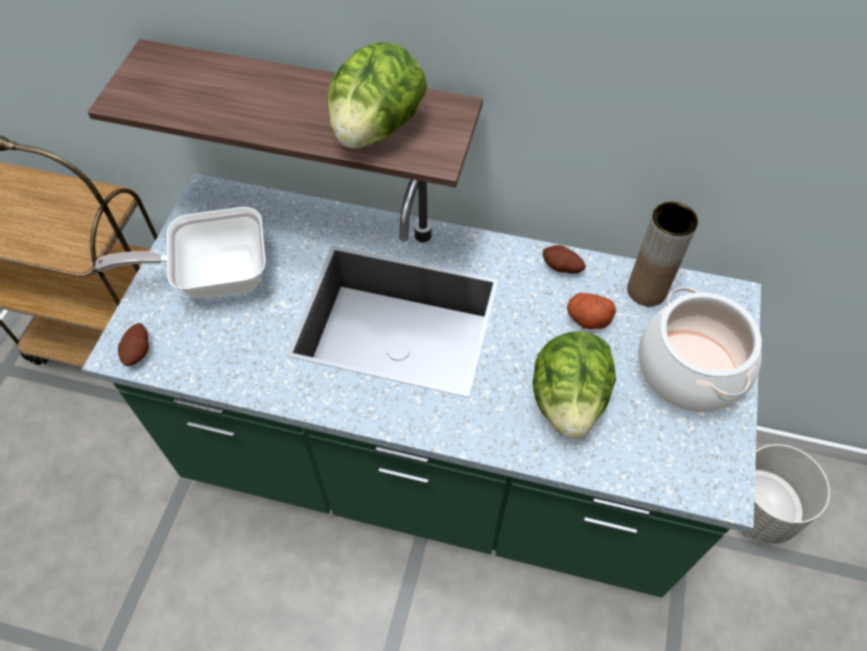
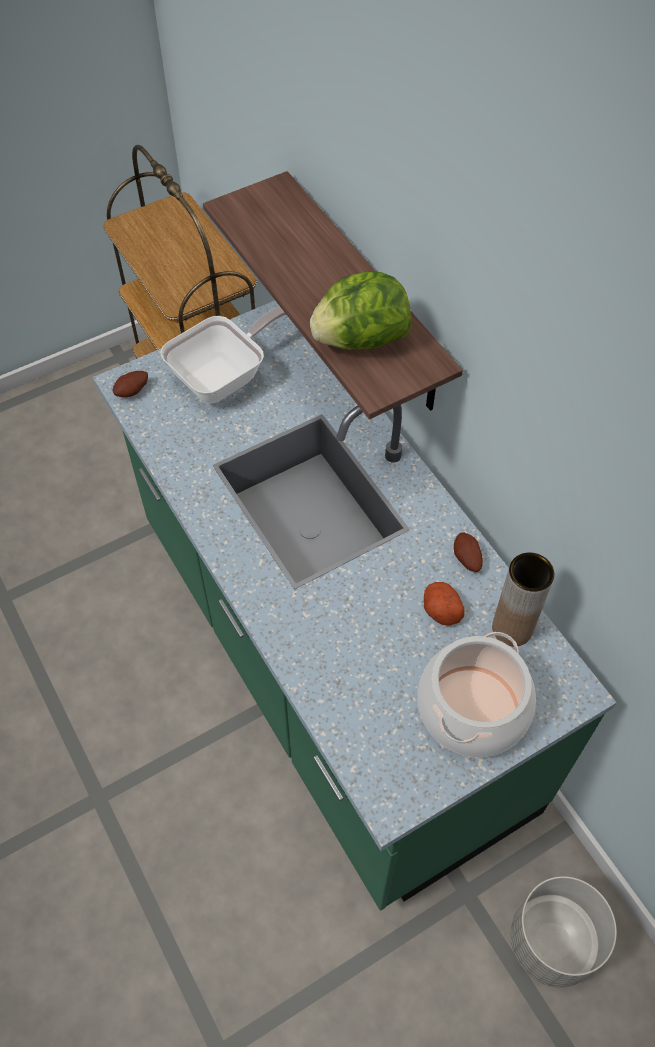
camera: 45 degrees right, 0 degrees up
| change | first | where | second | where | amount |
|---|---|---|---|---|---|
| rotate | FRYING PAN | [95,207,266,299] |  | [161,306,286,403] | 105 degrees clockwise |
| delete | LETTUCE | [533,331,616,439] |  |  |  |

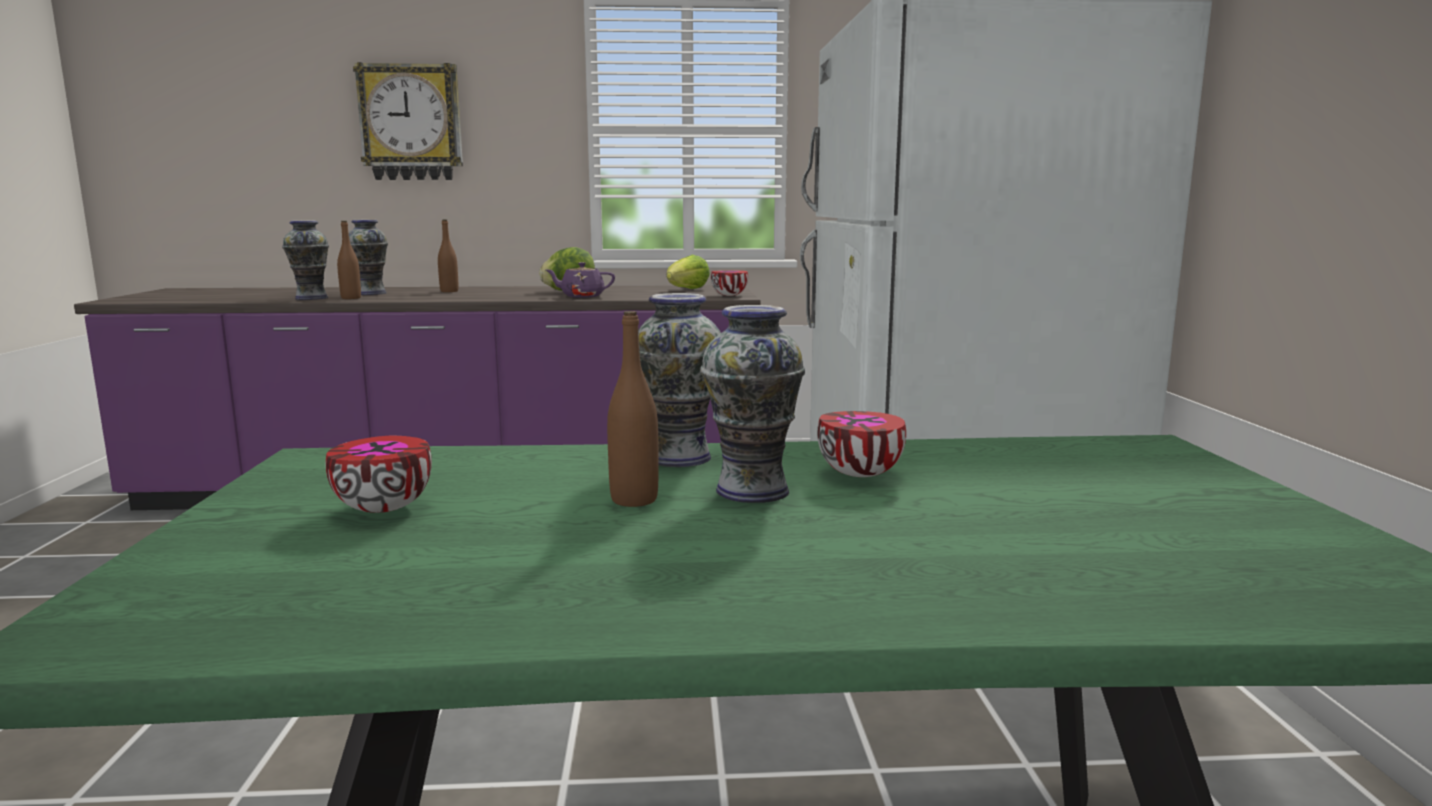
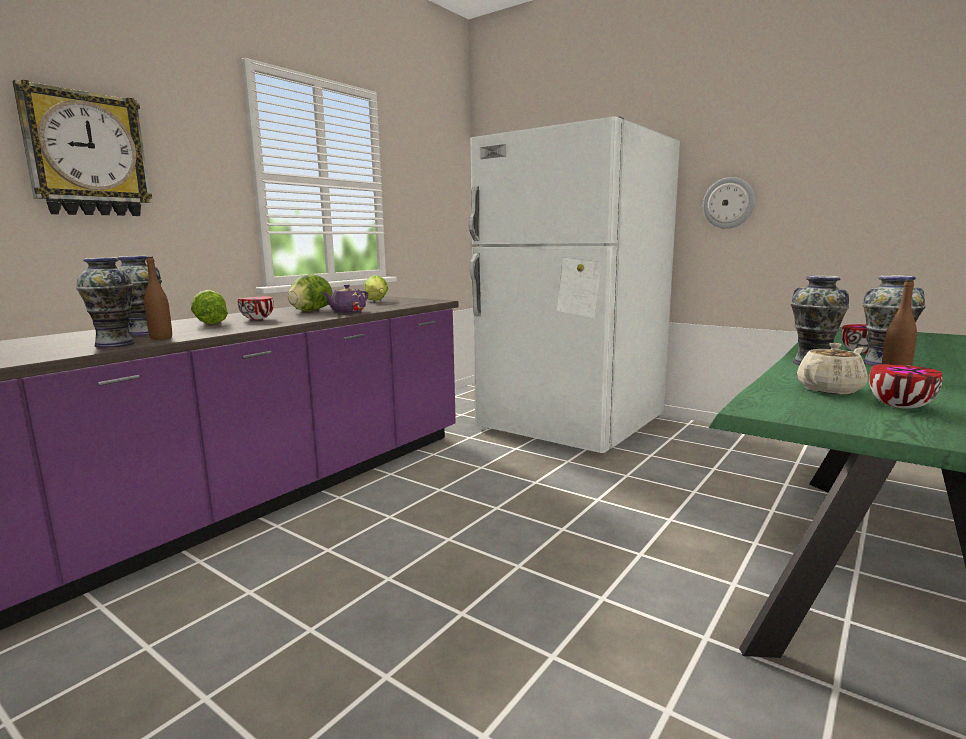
camera: 50 degrees left, 0 degrees up
| change | first | where | second | where | amount |
|---|---|---|---|---|---|
| replace | BROWN BOTTLE | [438,219,459,292] | LETTUCE | [191,290,228,324] |  |
| move | BOWL | [711,271,748,296] |  | [238,296,274,320] |  |
| insert |  |  | WALL CLOCK | [703,177,755,229] |  |
| insert |  |  | BEIGE TEAPOT | [797,343,868,394] |  |

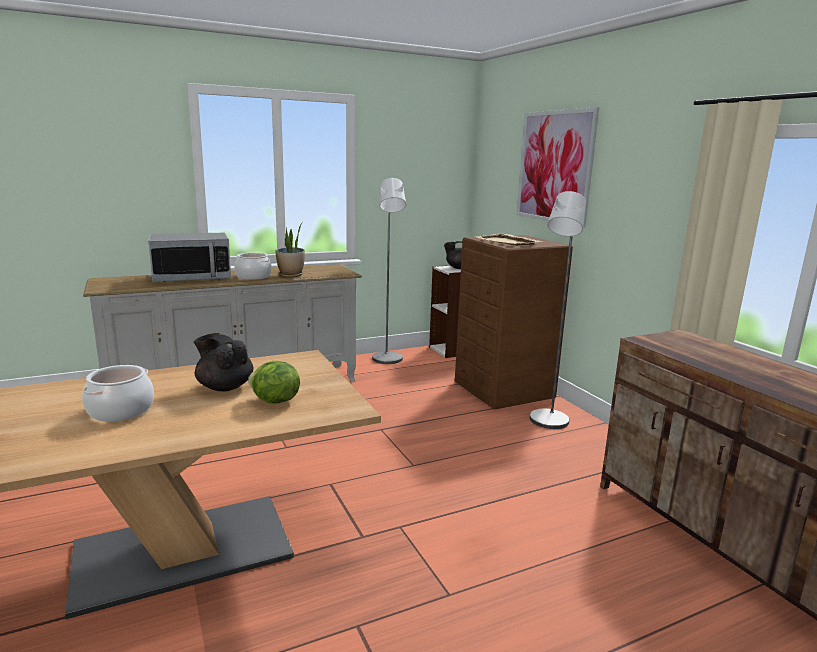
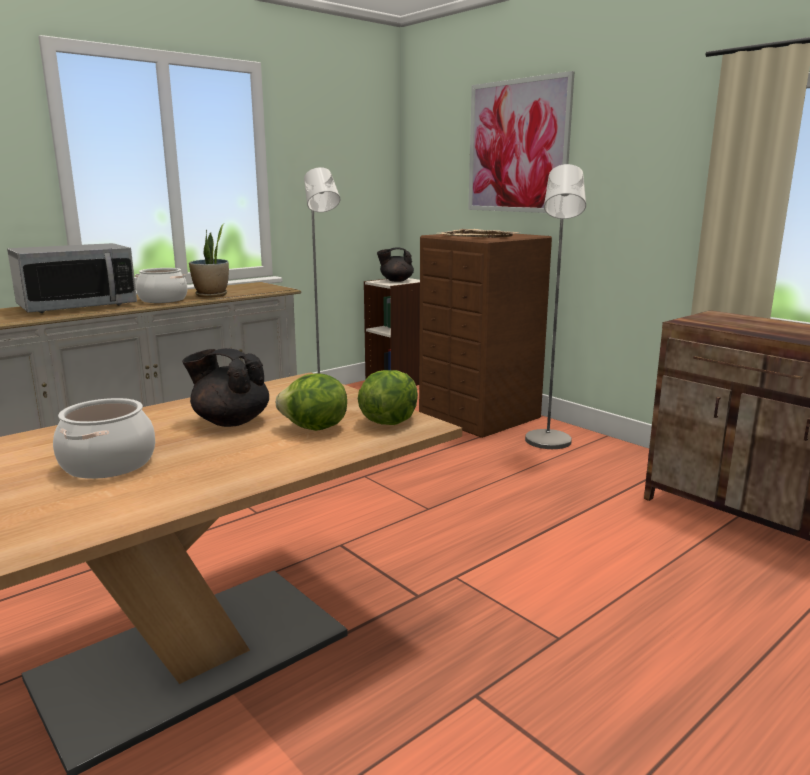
camera: 15 degrees left, 0 degrees up
| change | first | where | second | where | amount |
|---|---|---|---|---|---|
| insert |  |  | LETTUCE | [358,370,418,425] |  |

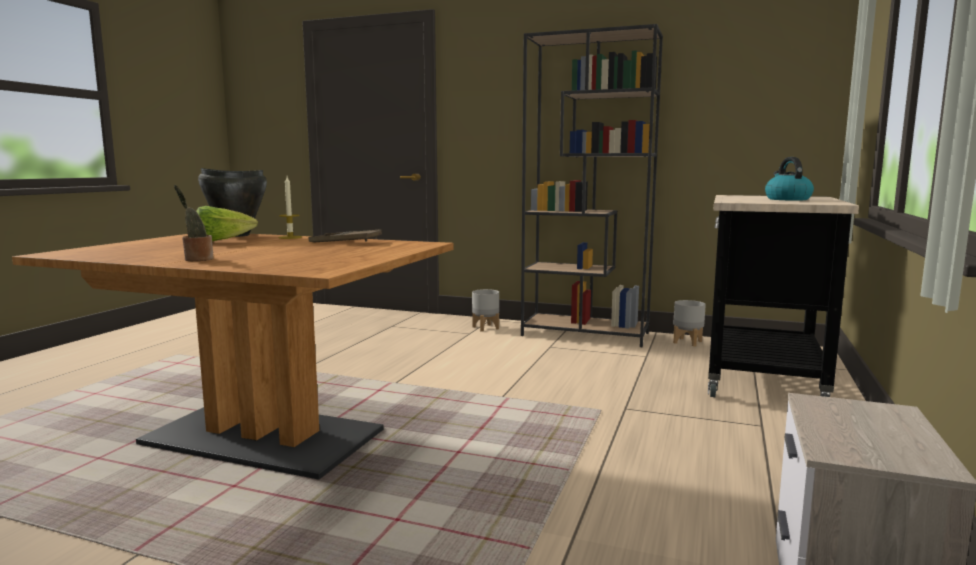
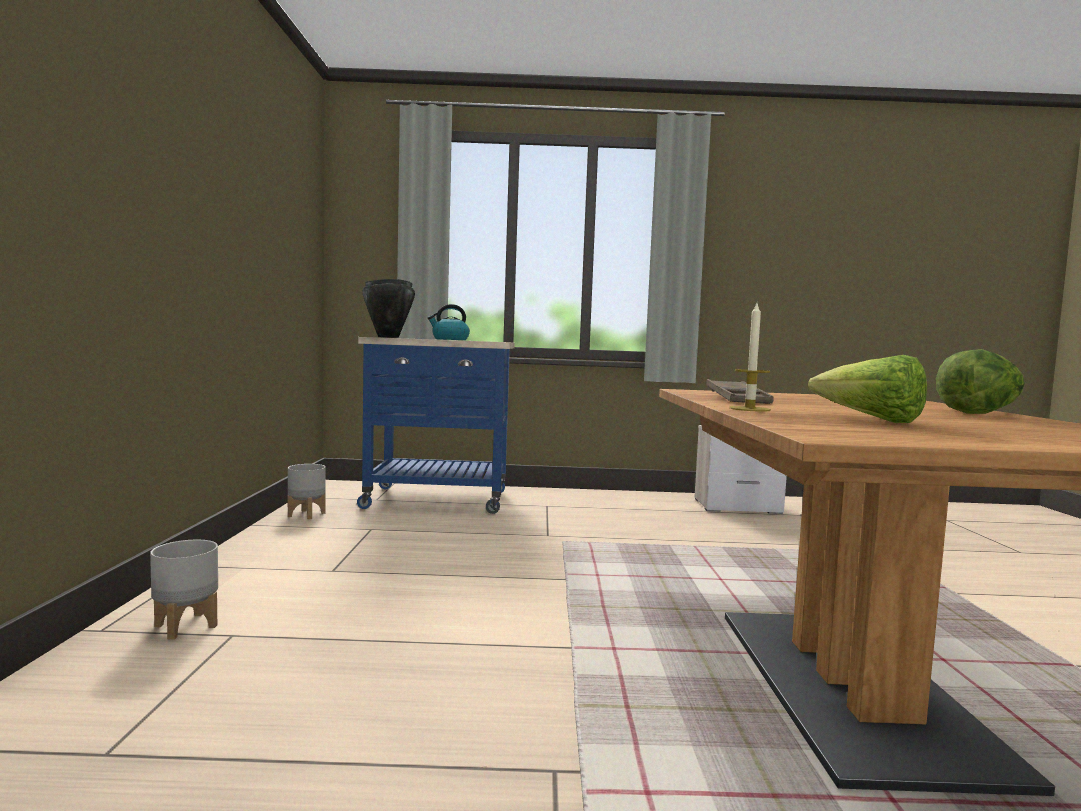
camera: 110 degrees left, 5 degrees down
| change | first | where | second | where | amount |
|---|---|---|---|---|---|
| replace | POTTED PLANT | [174,185,213,261] | LETTUCE | [936,349,1025,414] |  |
| move | BLACK COOKING POT | [198,168,267,237] |  | [363,279,415,338] |  |
| delete | BOOKCASE | [521,24,663,347] |  |  |  |
| recolor | BLACK CART | [708,195,859,397] | BLUE CART | [357,337,515,514] |  |

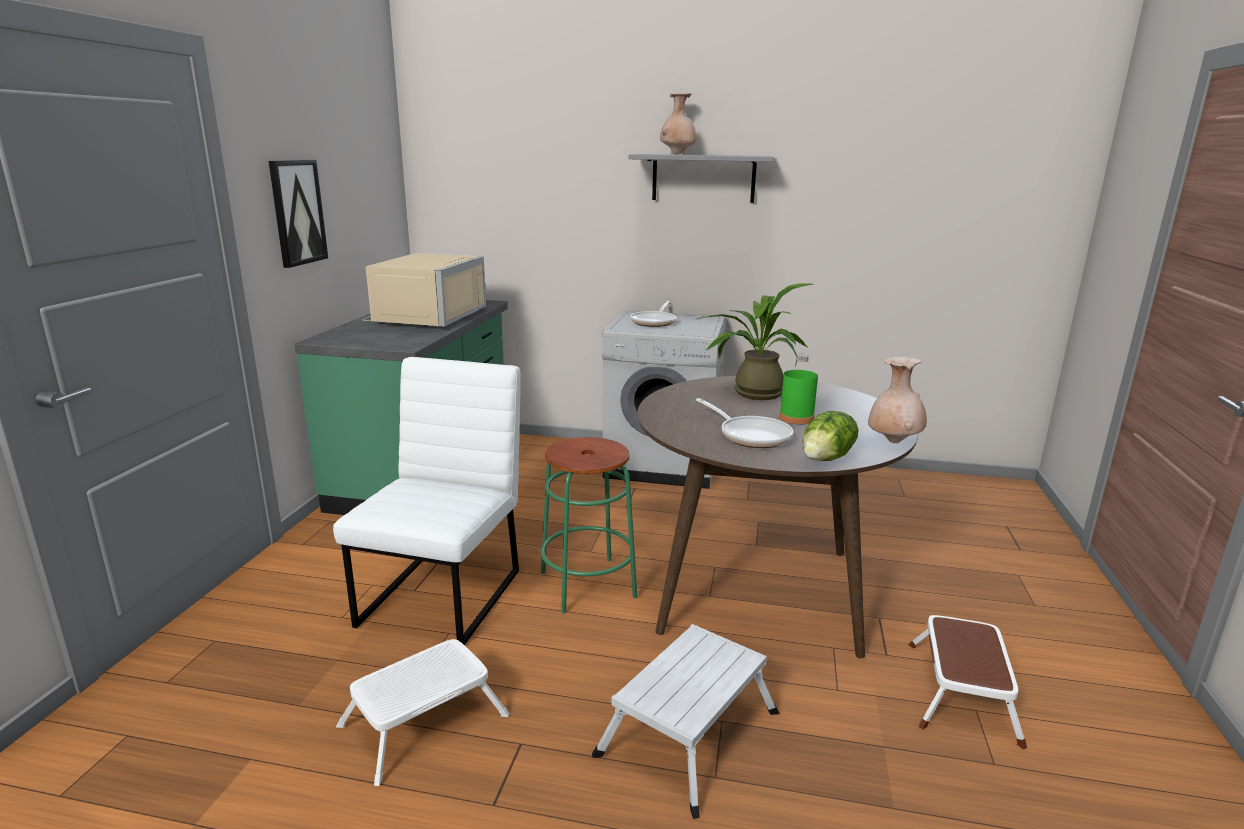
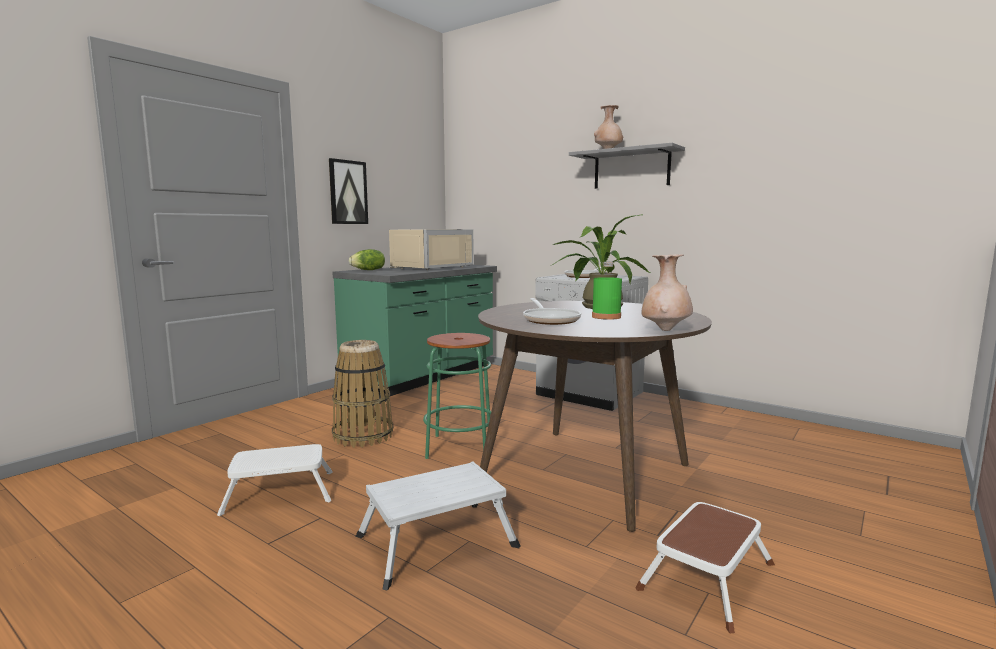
camera: 25 degrees right, 10 degrees down
| change | first | where | second | where | amount |
|---|---|---|---|---|---|
| replace | WHITE CHAIR | [333,357,521,645] | BASKET | [332,340,393,447] |  |
| move | LETTUCE | [803,411,859,461] |  | [349,249,385,270] |  |

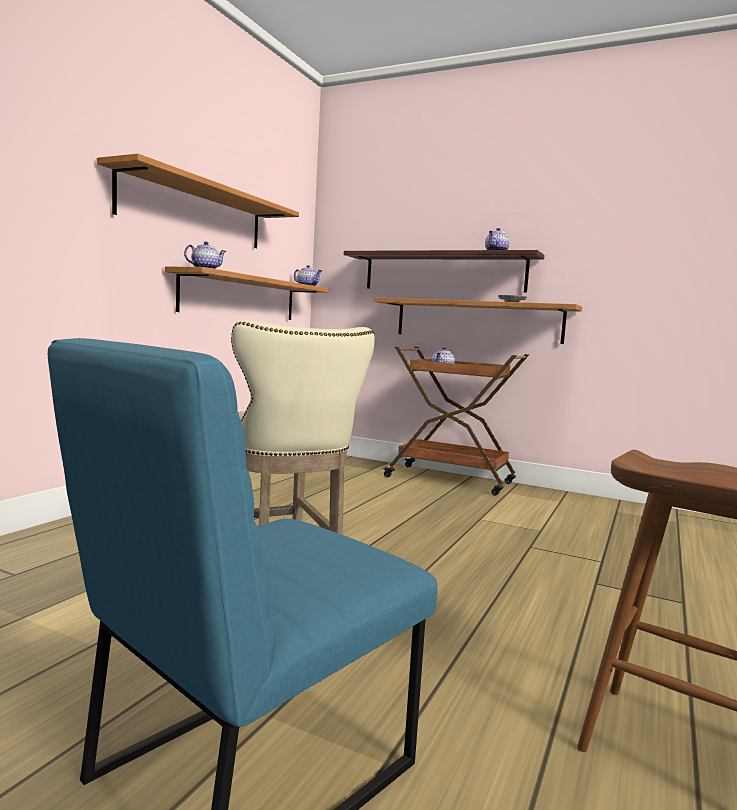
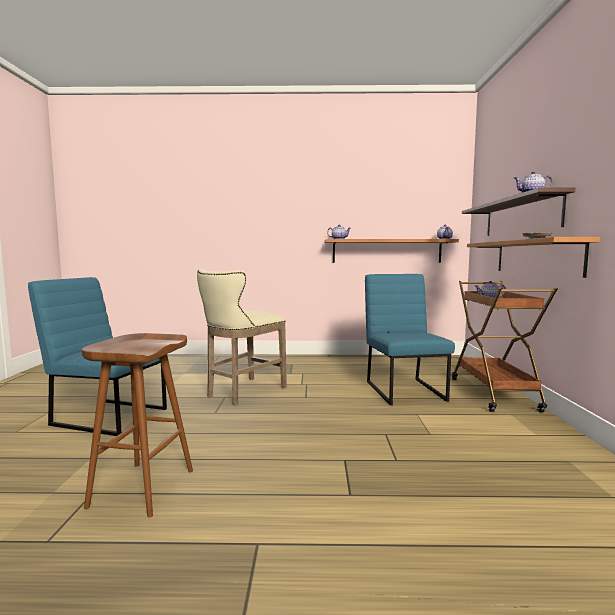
camera: 65 degrees right, 0 degrees up
| change | first | where | second | where | amount |
|---|---|---|---|---|---|
| delete | SHELF | [97,154,299,248] |  |  |  |
| insert |  |  | BLUE CHAIR | [365,274,455,405] |  |

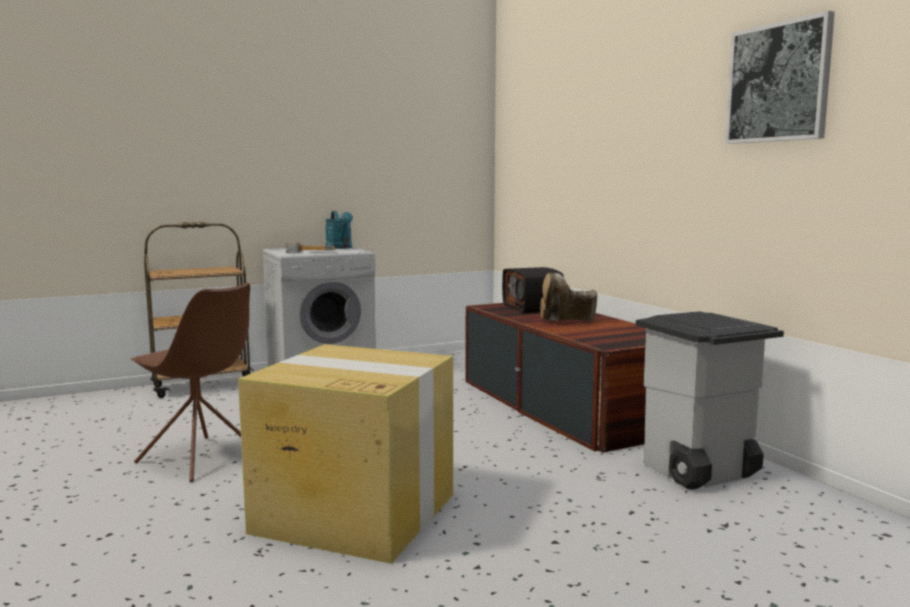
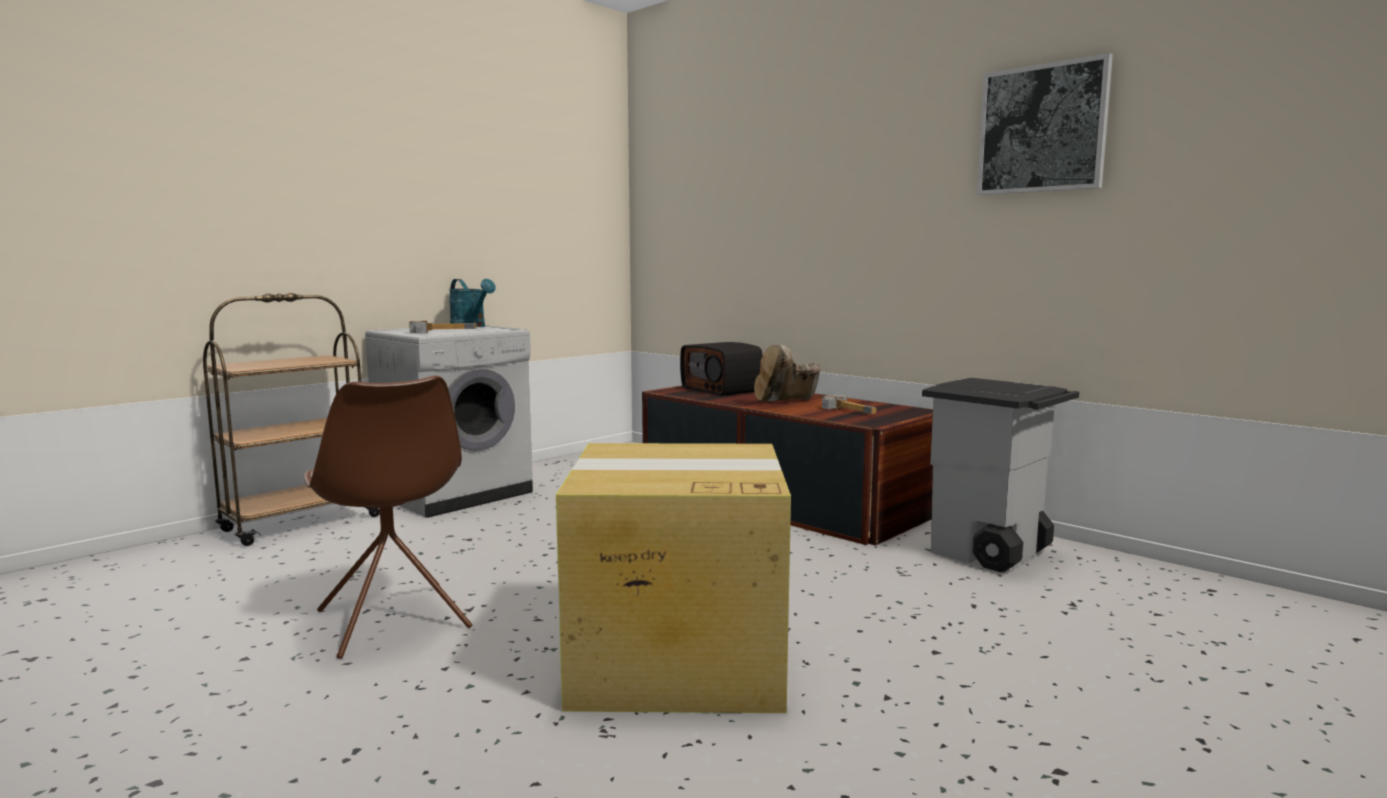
camera: 20 degrees left, 0 degrees up
| change | first | where | second | where | amount |
|---|---|---|---|---|---|
| rotate | BROWN CHAIR | [131,283,250,482] |  | [304,376,472,659] | 45 degrees clockwise |
| insert |  |  | HAMMER | [822,395,876,414] |  |

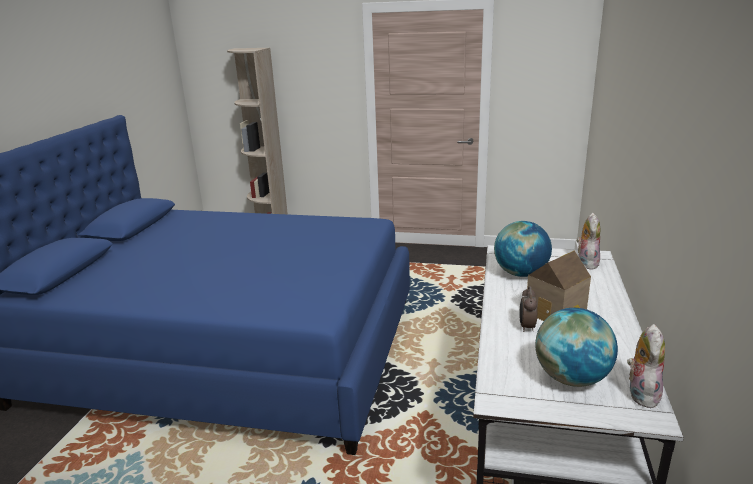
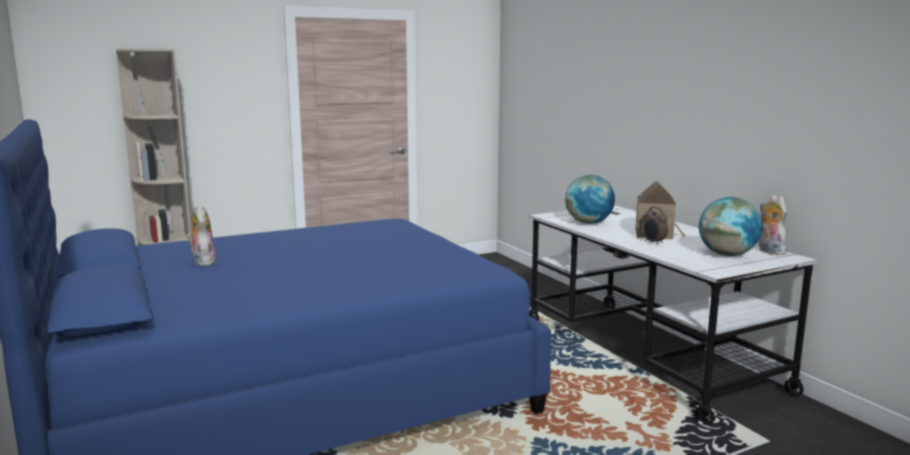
camera: 40 degrees left, 10 degrees down
| change | first | where | second | where | amount |
|---|---|---|---|---|---|
| move | PLUSH TOY | [576,213,600,270] |  | [186,204,217,266] |  |

